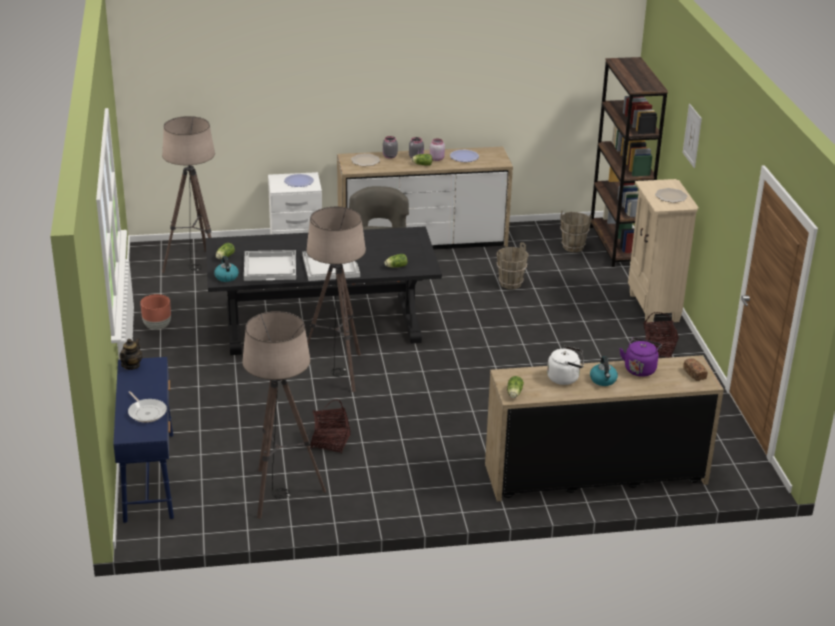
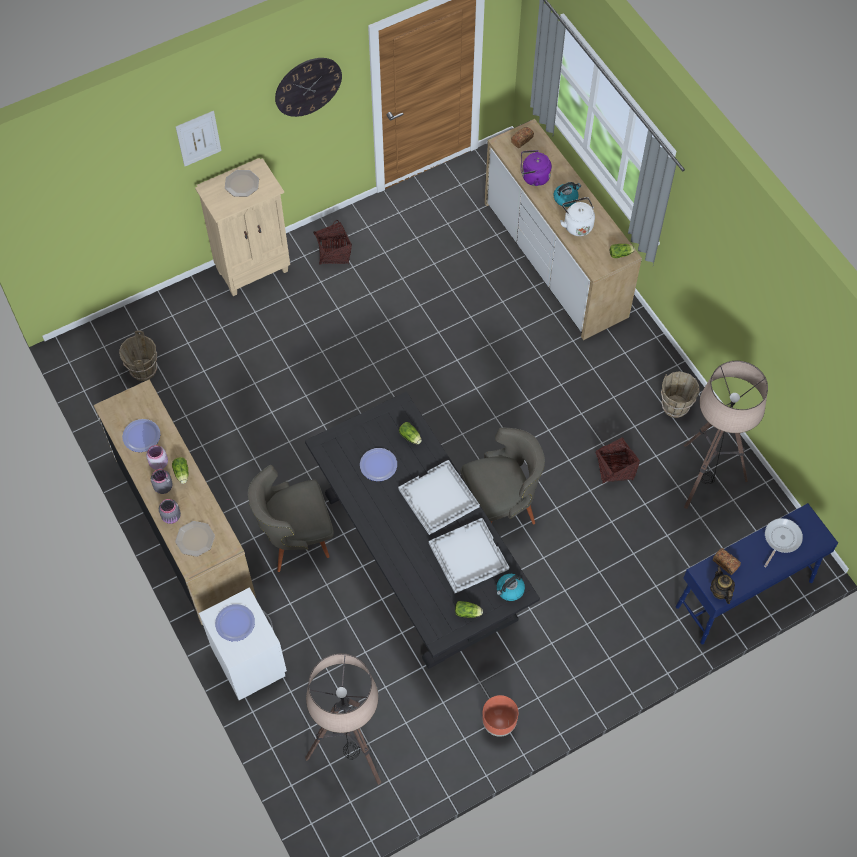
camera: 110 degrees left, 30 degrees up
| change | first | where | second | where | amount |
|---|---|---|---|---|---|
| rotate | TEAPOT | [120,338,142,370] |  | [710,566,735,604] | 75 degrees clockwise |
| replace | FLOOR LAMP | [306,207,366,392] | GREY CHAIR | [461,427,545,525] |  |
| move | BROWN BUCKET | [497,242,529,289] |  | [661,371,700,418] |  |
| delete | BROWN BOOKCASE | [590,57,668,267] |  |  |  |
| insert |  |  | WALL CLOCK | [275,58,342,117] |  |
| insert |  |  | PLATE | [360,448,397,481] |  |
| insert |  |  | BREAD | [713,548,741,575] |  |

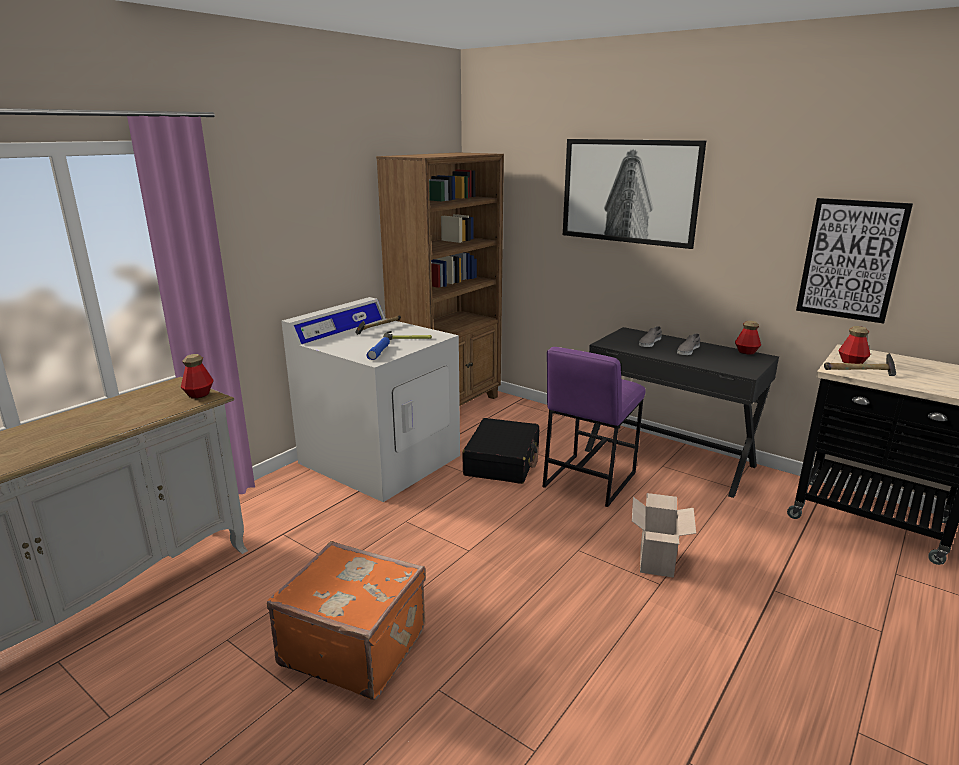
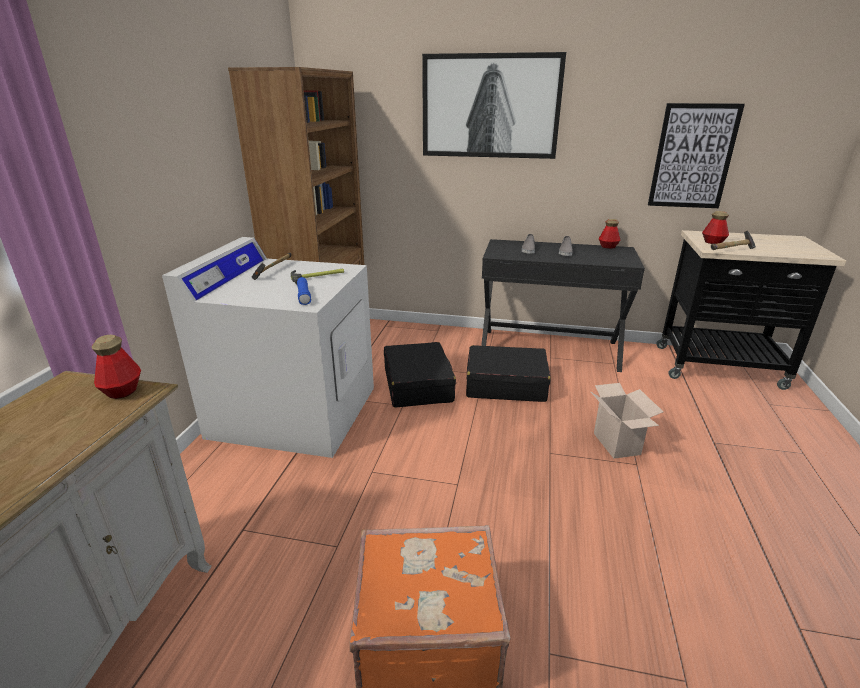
camera: 25 degrees left, 5 degrees up
| change | first | where | second | where | amount |
|---|---|---|---|---|---|
| replace | PURPLE CHAIR | [543,347,646,507] | BLACK SUITCASE | [466,345,551,402] |  |

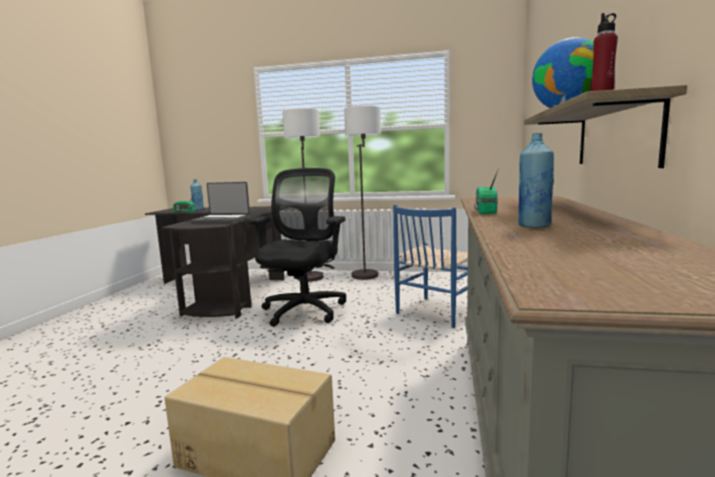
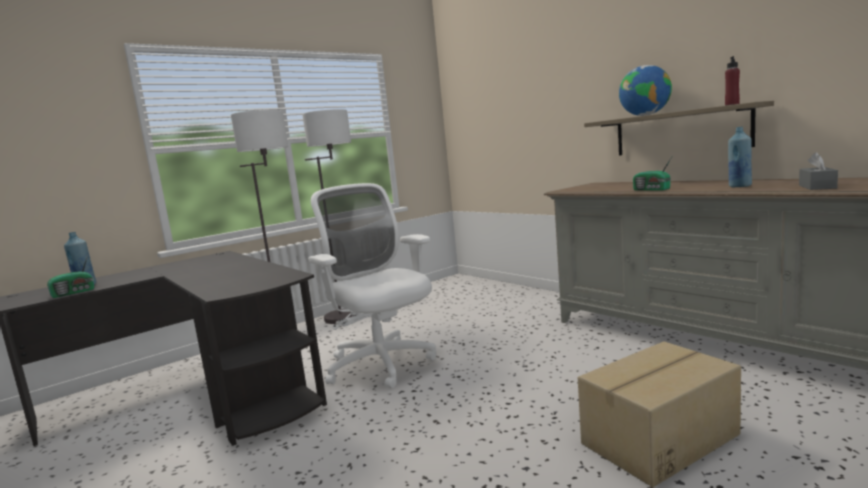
camera: 50 degrees left, 0 degrees up
| change | first | where | second | where | amount |
|---|---|---|---|---|---|
| delete | LAPTOP | [191,182,250,223] |  |  |  |
| recolor | BLACK OFFICE CHAIR | [248,168,346,327] | WHITE OFFICE CHAIR | [308,183,436,388] |  |
| delete | BLUE CHAIR | [393,205,468,328] |  |  |  |
| insert |  |  | GREY TISSUE BOX | [799,152,838,190] |  |

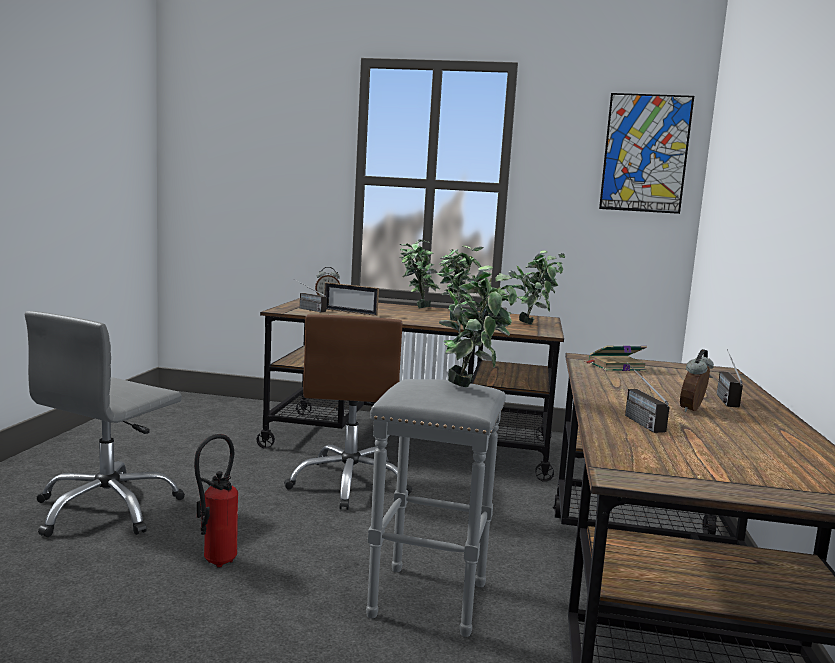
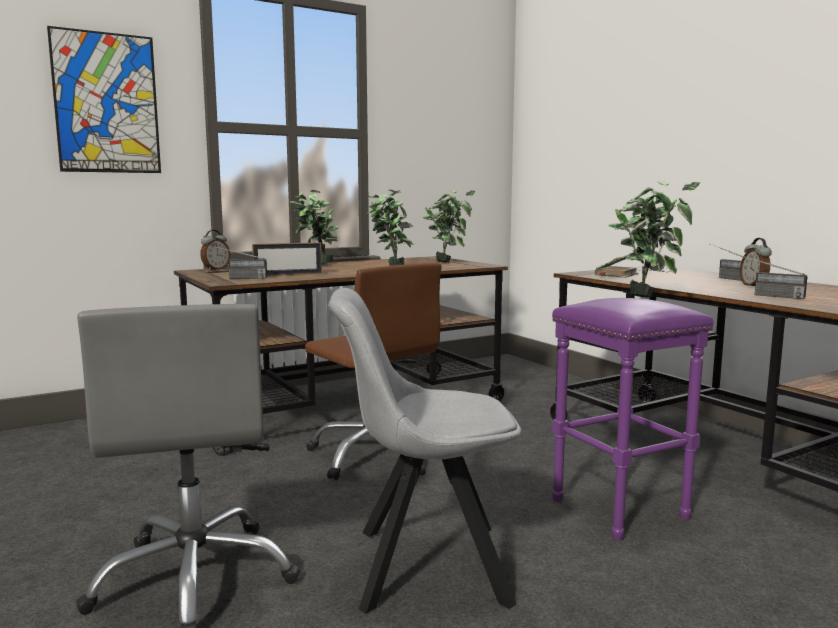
camera: 40 degrees left, 0 degrees up
| change | first | where | second | where | amount |
|---|---|---|---|---|---|
| replace | FIRE EXTINGUISHER | [194,434,238,567] | GREY CHAIR | [328,288,521,614] |  |
| recolor | GREY STOOL | [366,379,506,637] | PURPLE STOOL | [552,298,713,540] |  |
| move | PICTURE | [599,93,694,214] |  | [47,26,161,173] |  |

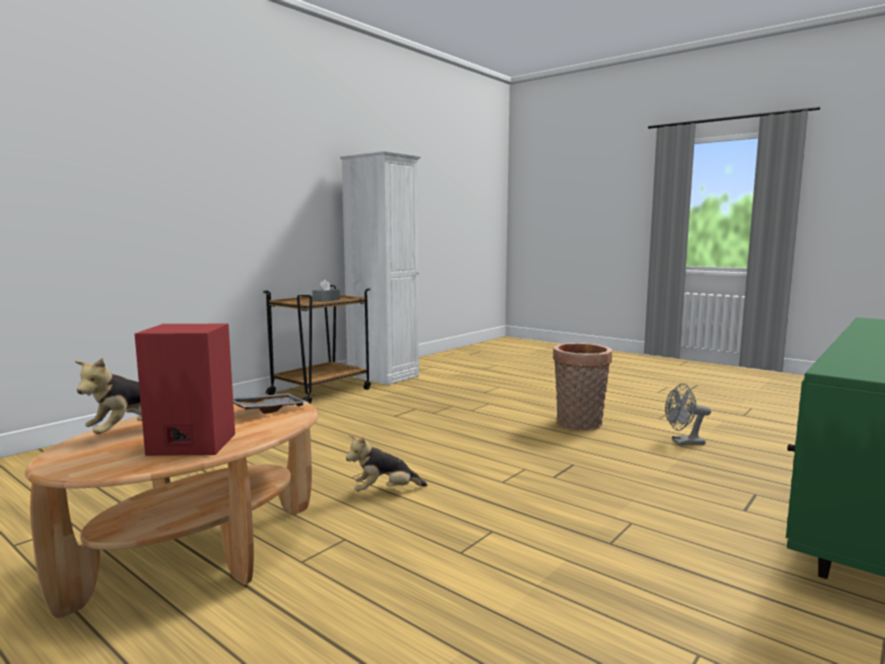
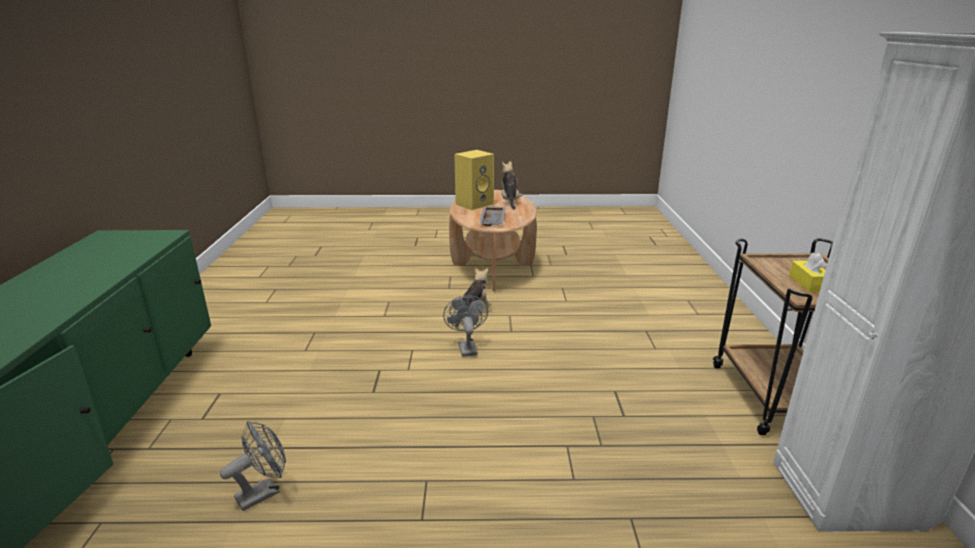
camera: 140 degrees right, 15 degrees up
| change | first | where | second | where | amount |
|---|---|---|---|---|---|
| recolor | RED SPEAKER | [135,324,235,456] | YELLOW SPEAKER | [454,150,494,210] |  |
| recolor | GREY TISSUE BOX | [312,279,340,302] | YELLOW TISSUE BOX | [789,253,827,292] |  |
| delete | BASKET | [553,343,612,430] |  |  |  |
| insert |  |  | GREY FAN | [443,295,488,357] |  |

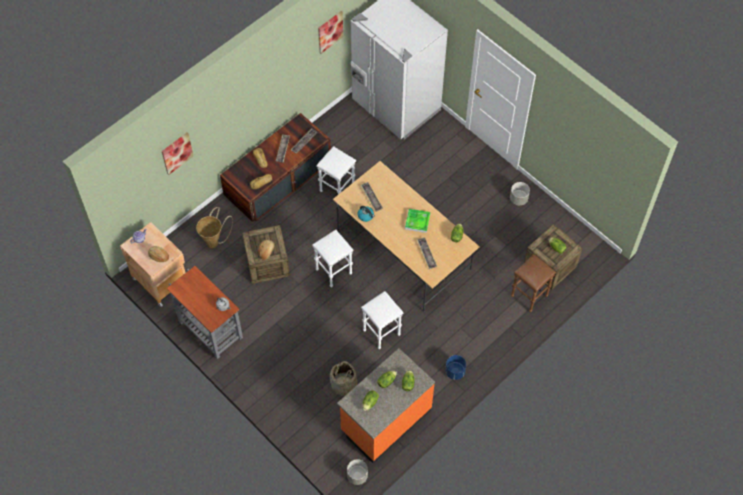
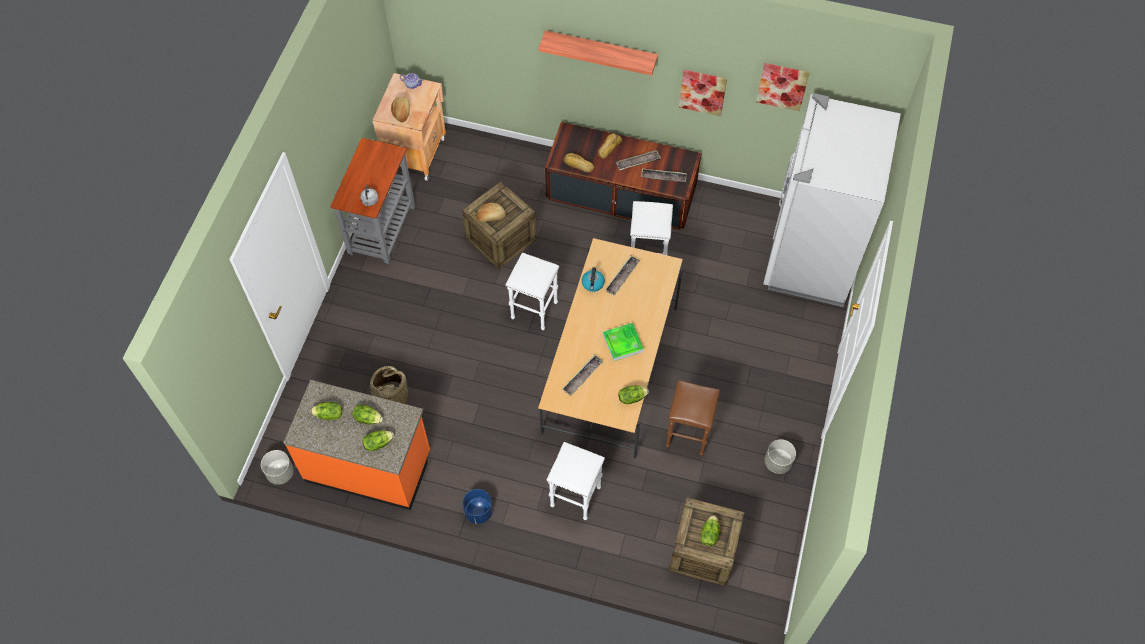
camera: 60 degrees right, 0 degrees up
| change | first | where | second | where | amount |
|---|---|---|---|---|---|
| move | PICTURE | [162,132,193,175] |  | [679,70,727,116] |  |
| delete | BASKET | [196,207,233,249] |  |  |  |
| move | WHITE STOOL | [361,291,403,349] |  | [547,442,605,520] |  |
| move | BROWN STOOL | [511,254,556,312] |  | [666,380,720,456] |  |
| insert |  |  | SHELF | [538,30,658,75] |  |

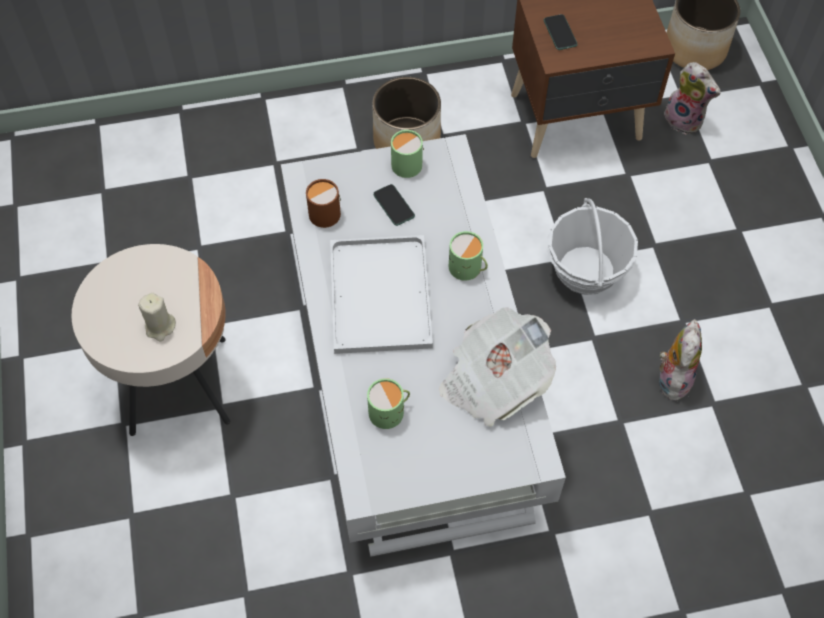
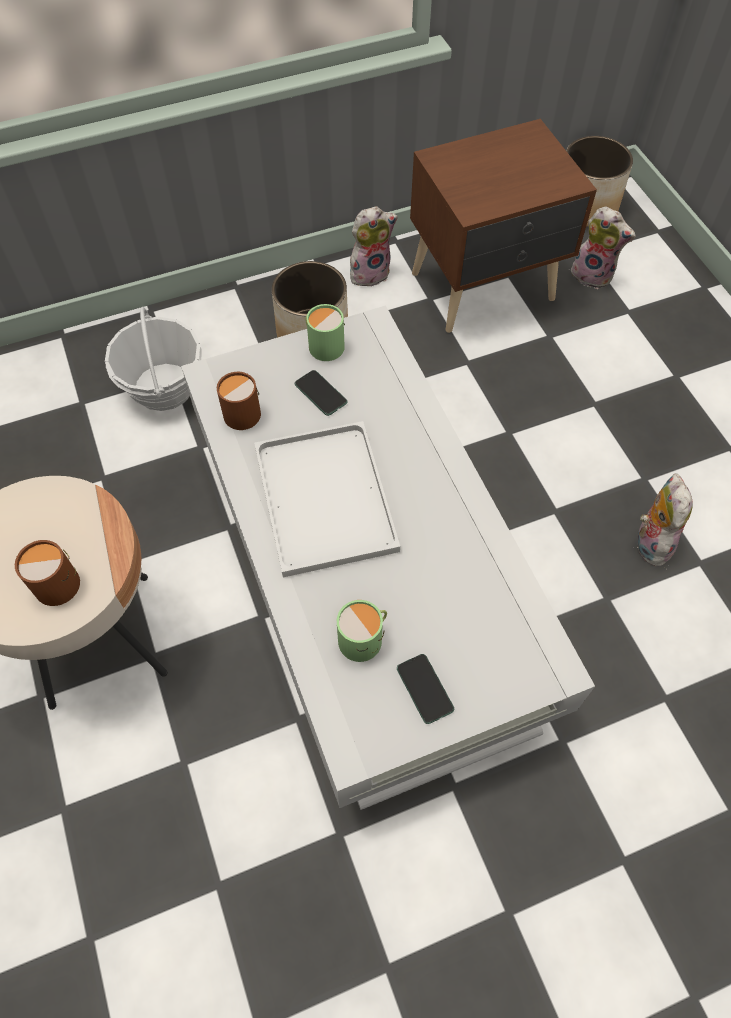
camera: 10 degrees left, 0 degrees up
| change | first | where | second | where | amount |
|---|---|---|---|---|---|
| replace | BEIGE CANDLE | [138,293,176,341] | BROWN MUG | [15,540,80,606] |  |
| delete | NEWSPAPER | [439,307,556,427] |  |  |  |
| delete | GREEN MUG | [449,231,488,281] |  |  |  |
| move | PHONE | [544,14,578,50] |  | [397,654,454,724] |  |
| move | BASKET | [547,198,638,295] |  | [105,307,202,411] |  |
| insert |  |  | PLUSH TOY | [350,206,398,287] |  |

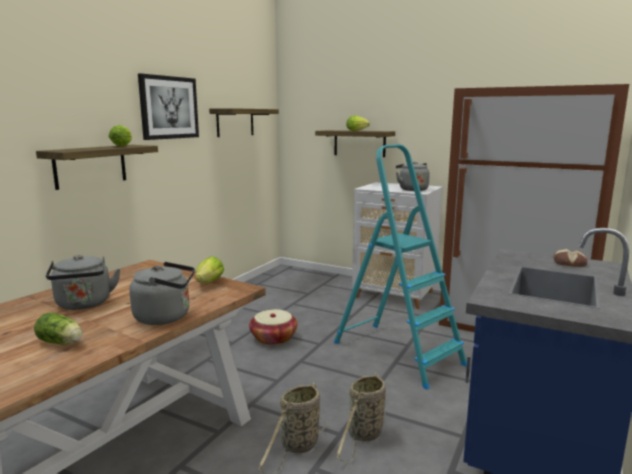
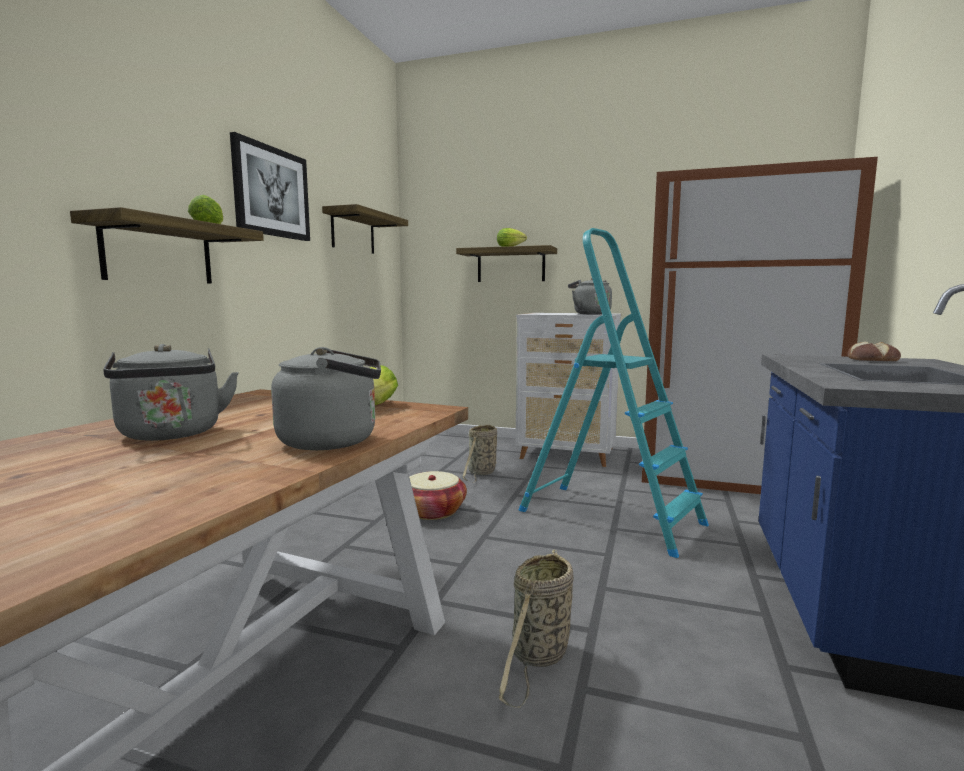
camera: 10 degrees left, 5 degrees down
| change | first | where | second | where | amount |
|---|---|---|---|---|---|
| delete | LETTUCE | [34,312,82,344] |  |  |  |
| move | BASKET | [337,372,386,463] |  | [462,424,497,483] |  |

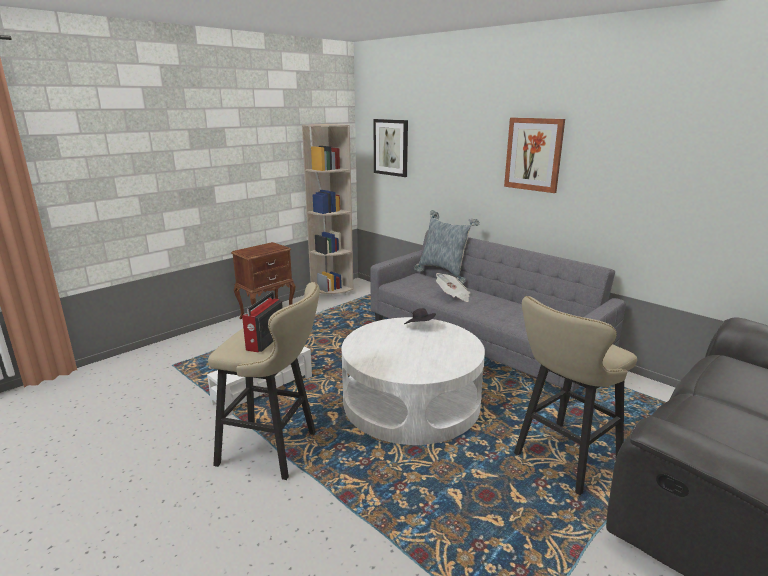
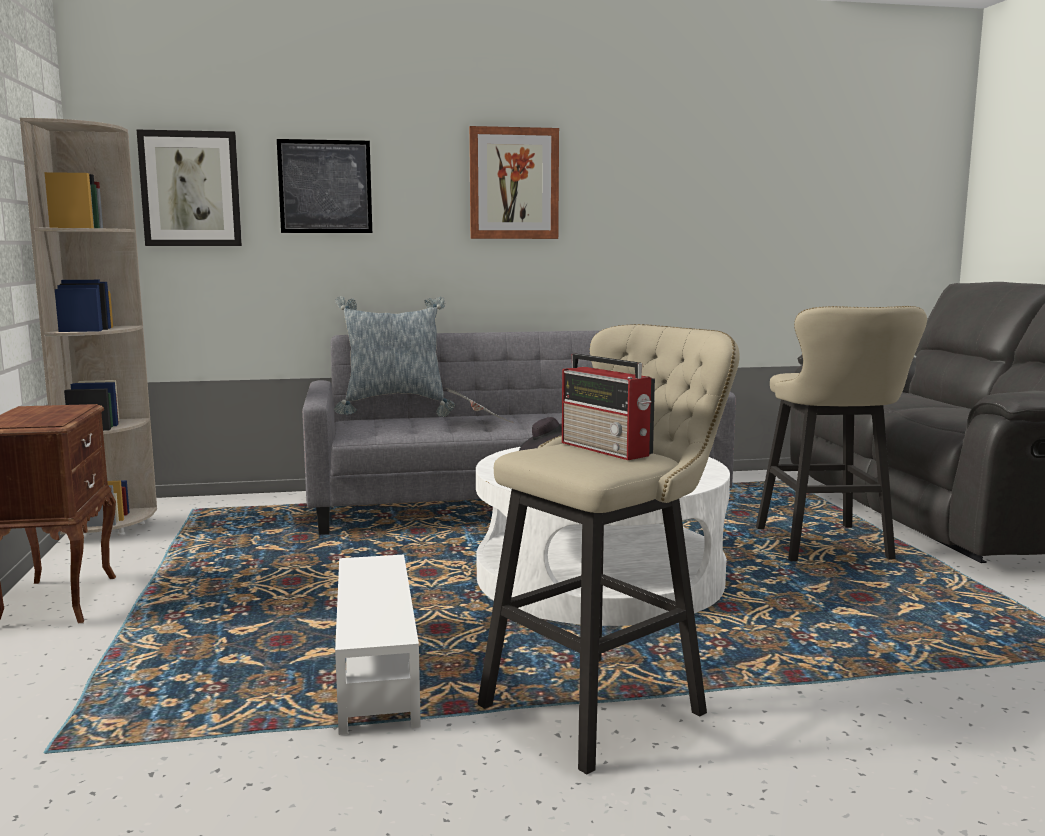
camera: 55 degrees left, 10 degrees down
| change | first | where | second | where | amount |
|---|---|---|---|---|---|
| insert |  |  | PICTURE | [277,139,372,233] |  |

